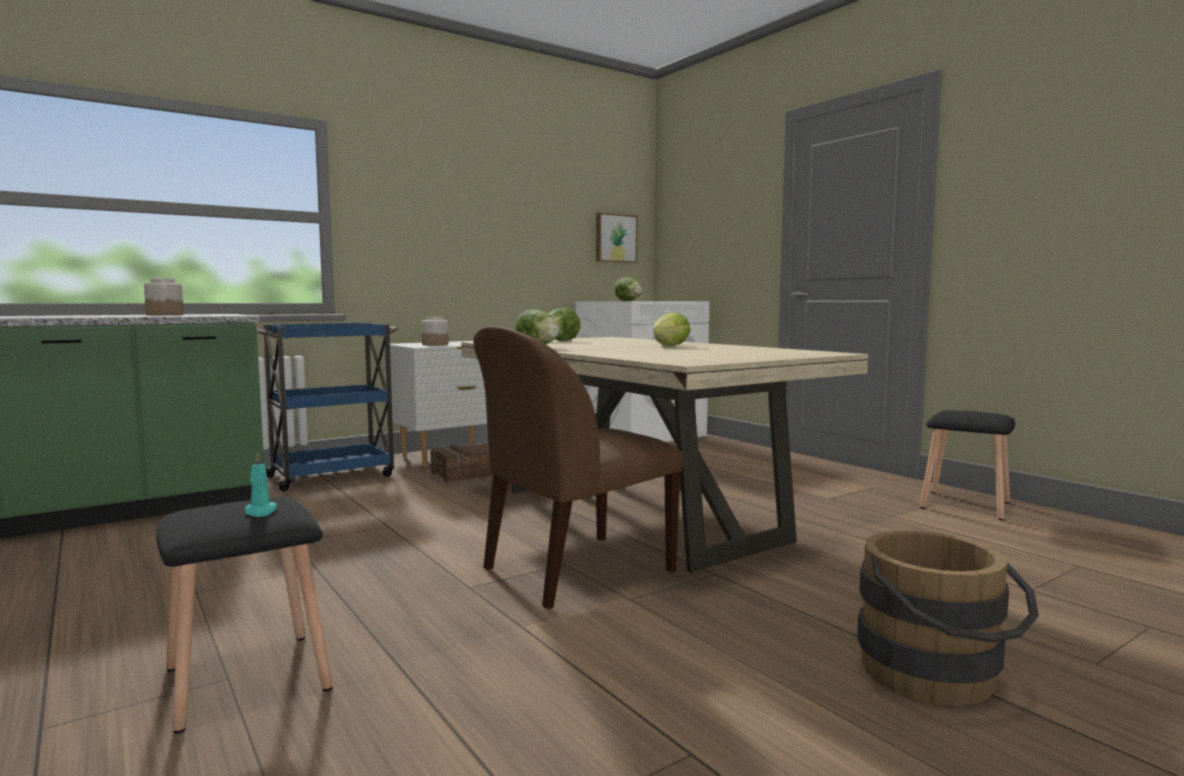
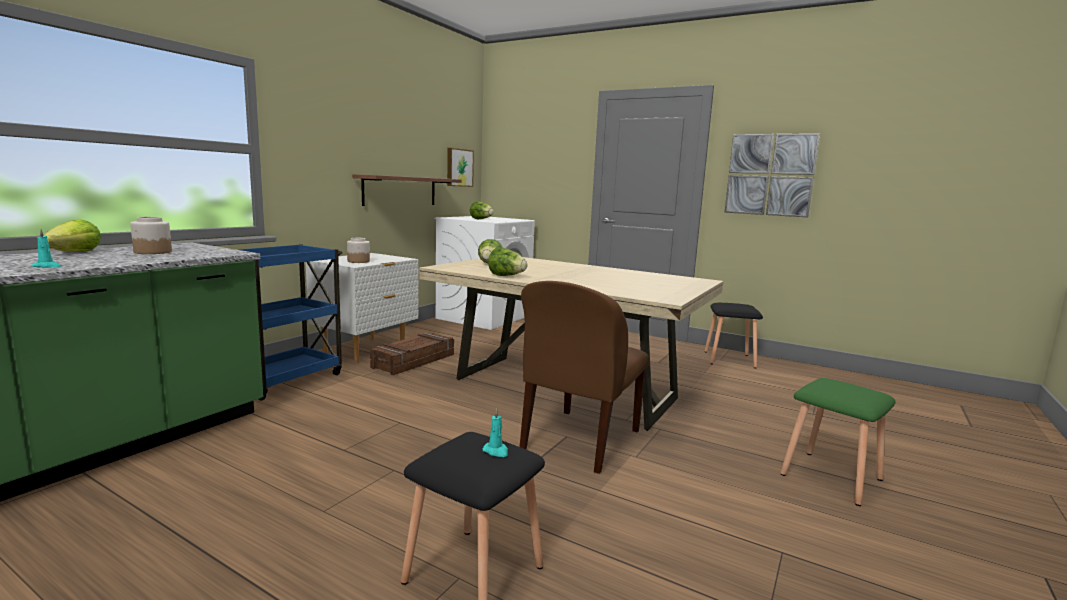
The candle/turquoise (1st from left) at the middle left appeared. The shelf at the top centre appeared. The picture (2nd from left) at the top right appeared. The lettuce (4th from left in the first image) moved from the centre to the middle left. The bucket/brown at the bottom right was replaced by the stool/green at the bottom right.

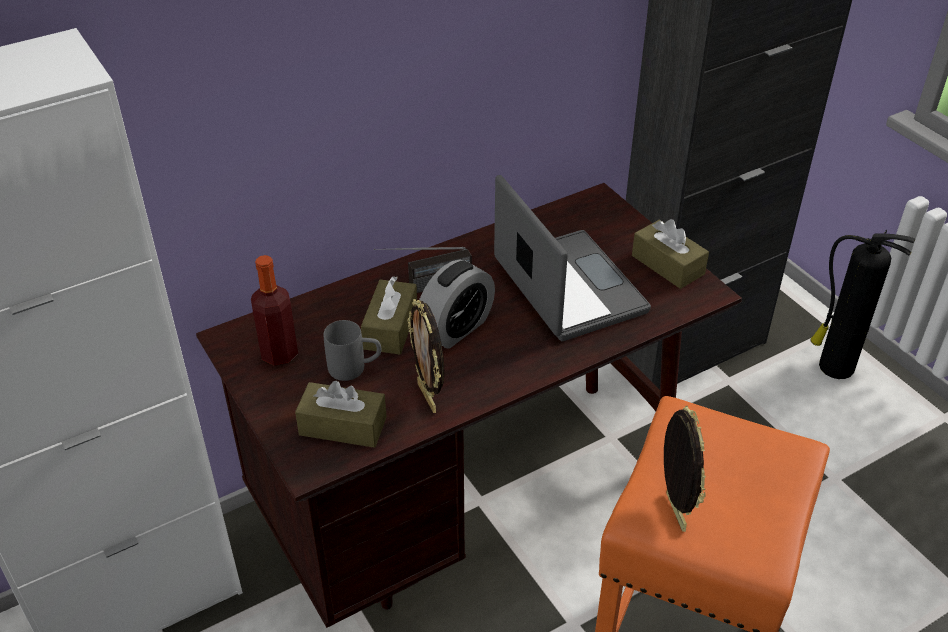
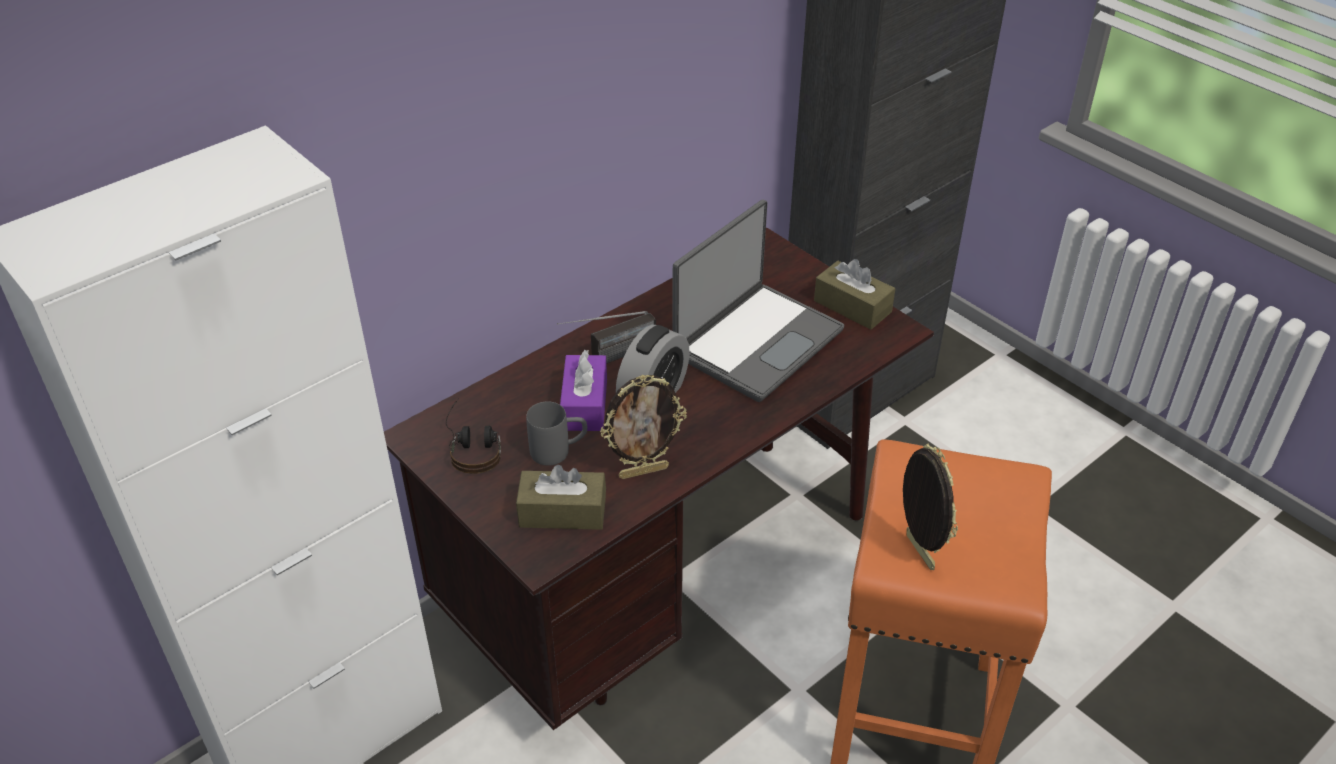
The fire extinguisher at the middle right disappeared. The bottle at the middle left was replaced by the headphones at the centre. The tissue box/brown (2nd from left) at the centre became the tissue box/purple at the centre. The picture frame (1st from left) at the centre turned 75 degrees counterclockwise. The laptop at the centre turned 75 degrees clockwise.

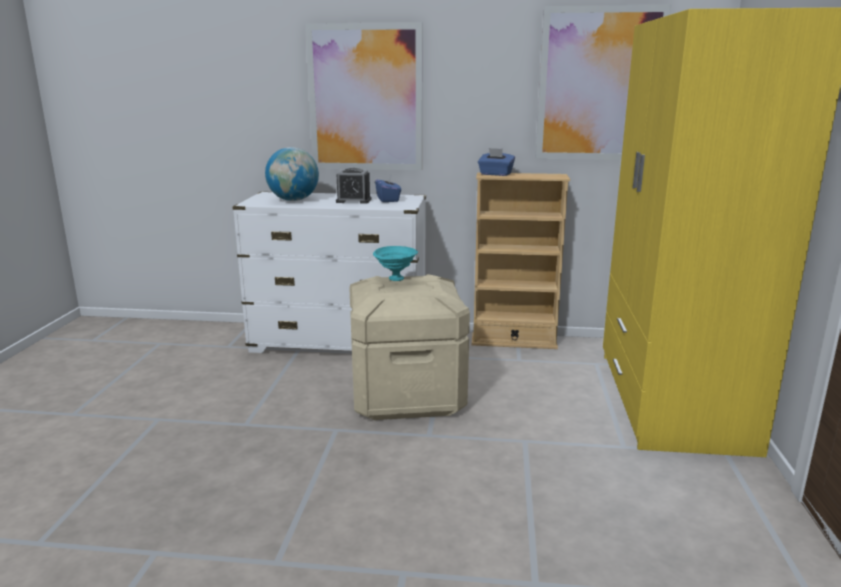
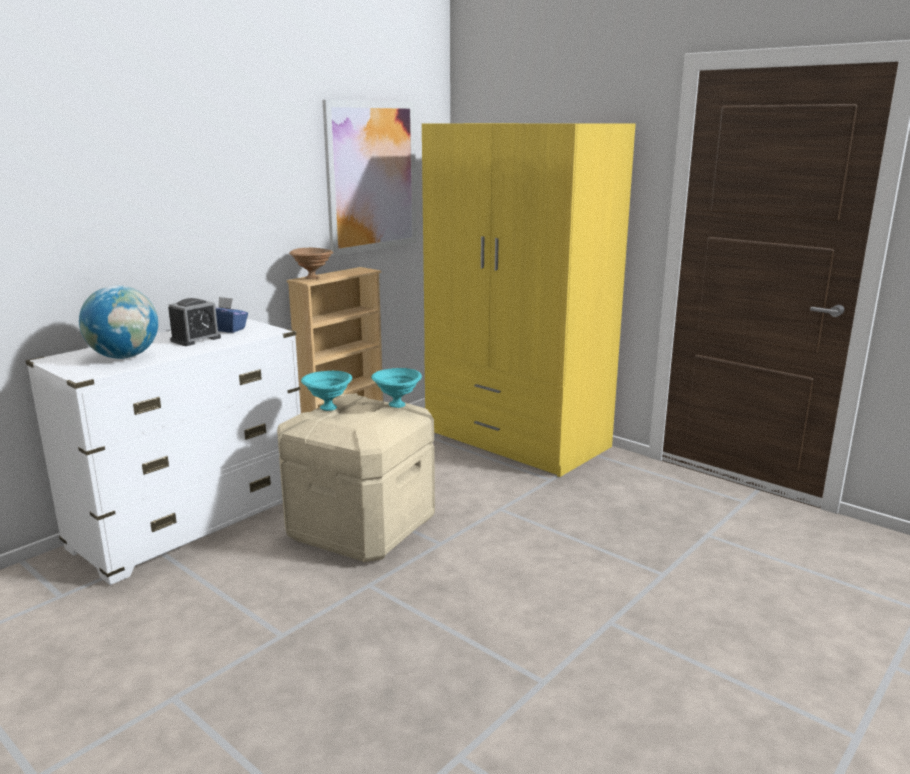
The picture (1st from left) at the top centre disappeared. The bowl/turquoise (2nd from left) at the centre appeared. The tissue box/blue (2nd from left) at the top centre was replaced by the bowl/brown at the centre.

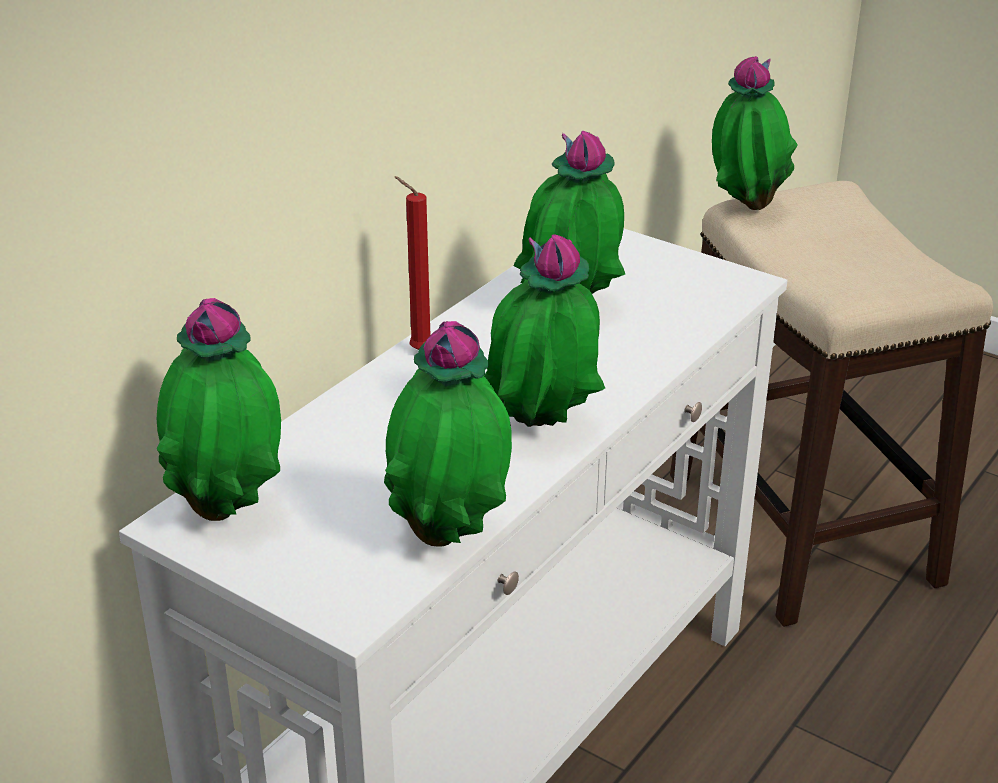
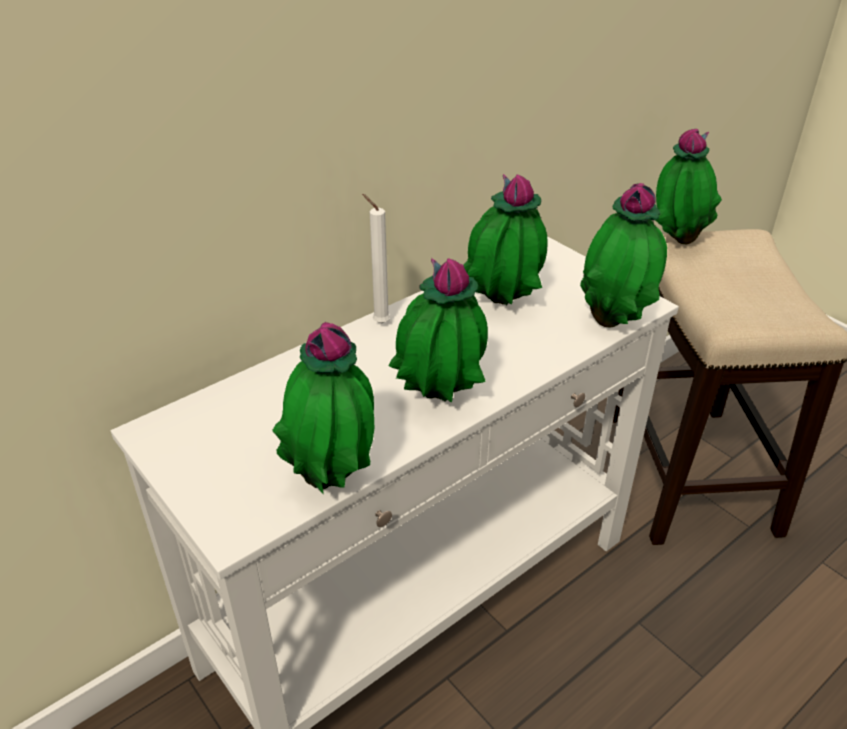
The potted plant (1st from left in the first image) moved from the middle left to the middle right. The candle/red at the centre became the candle/white at the centre.

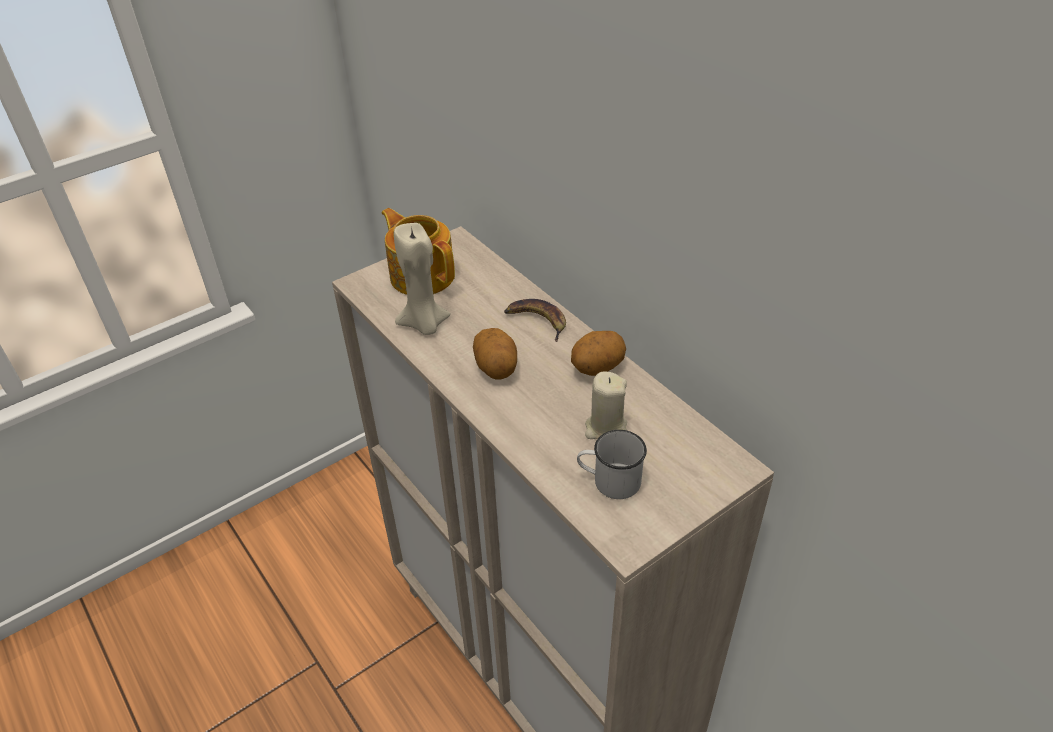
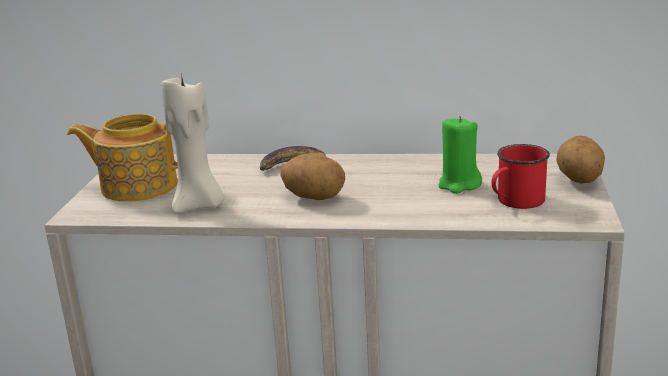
The potato (2nd from left) moved from the centre to the middle right. The mug/white at the centre became the mug/red at the middle right. The candle/beige (2nd from left) at the centre became the candle/green at the middle right.

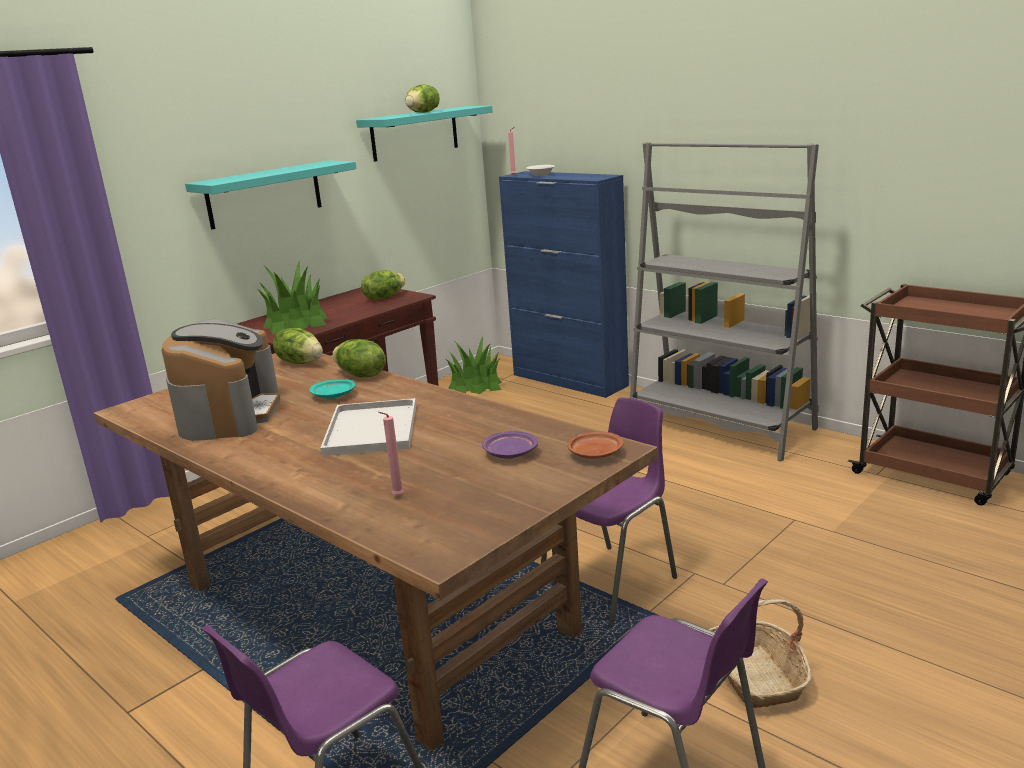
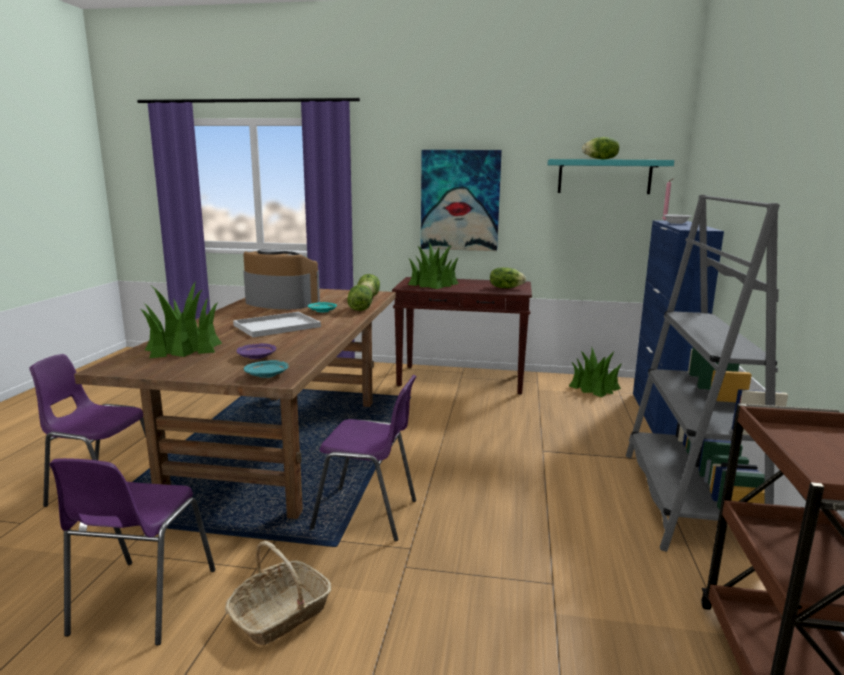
The shelf/turquoise (1st from left) at the top left was replaced by the picture at the top centre. The candle/pink (1st from left) at the centre was replaced by the potted plant (1st from left) at the middle left. The plate/brown at the centre became the plate/turquoise (1st from left) at the middle left. The coffee machine at the middle left turned 120 degrees counterclockwise.

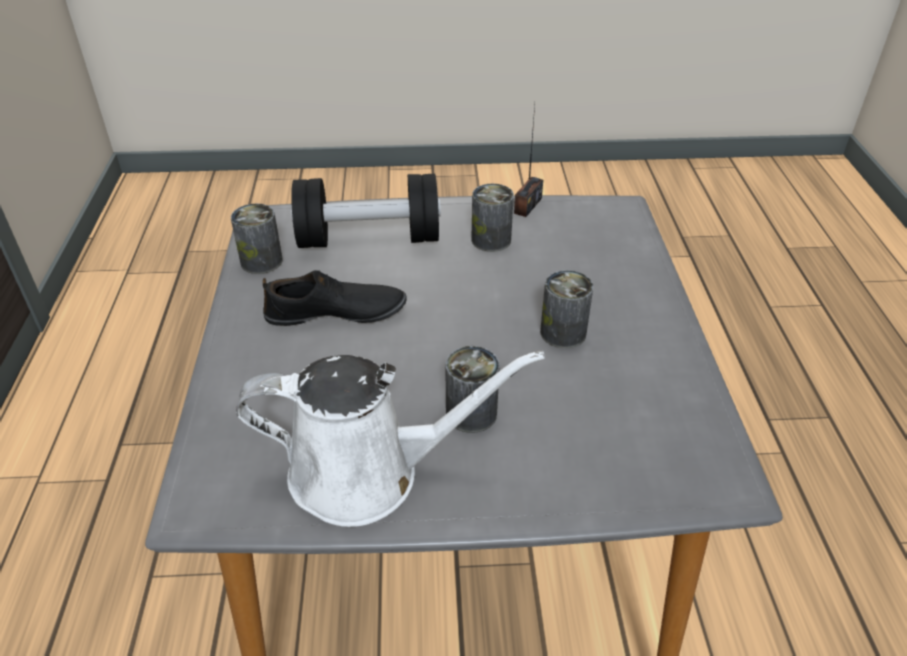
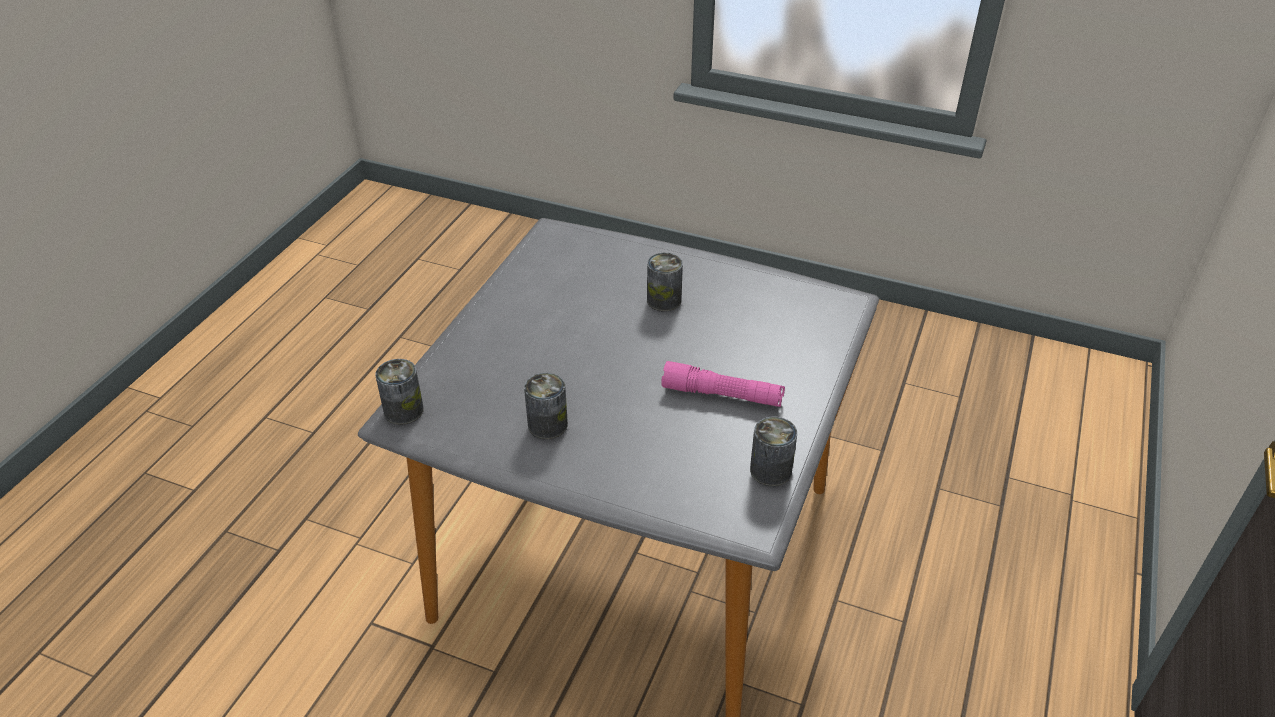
The watering can/white at the bottom centre disappeared. The dumbbell/black at the top centre disappeared. The radio at the top centre disappeared. The can (4th from left in the first image) moved from the centre to the middle left. The shoe/black at the centre was replaced by the flashlight/pink at the centre.

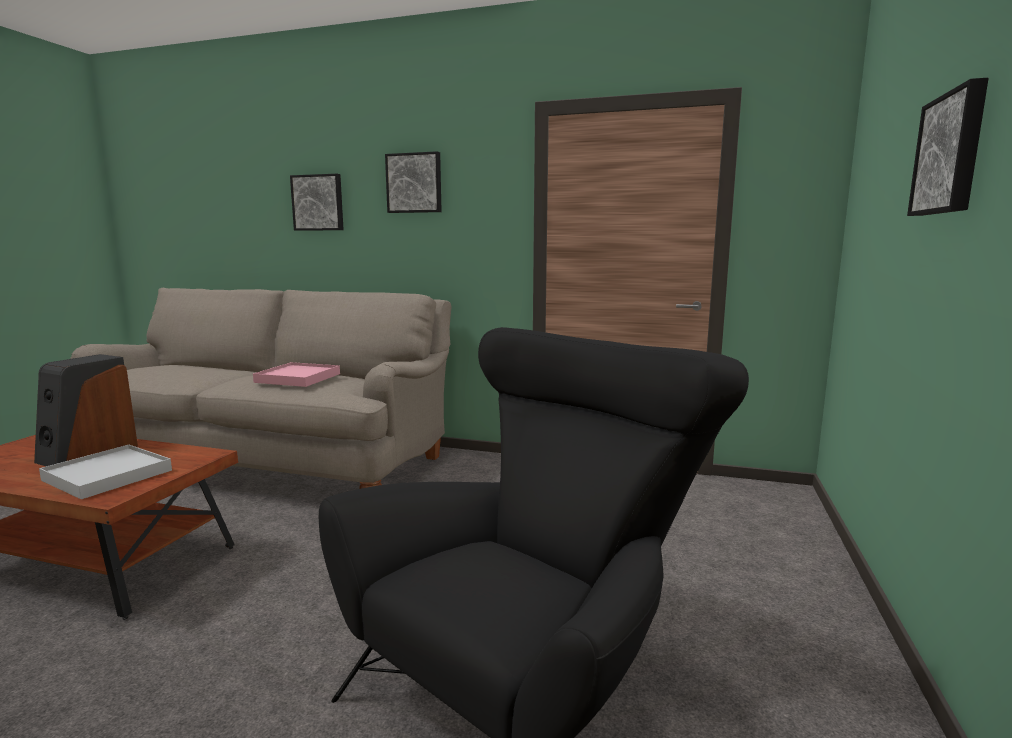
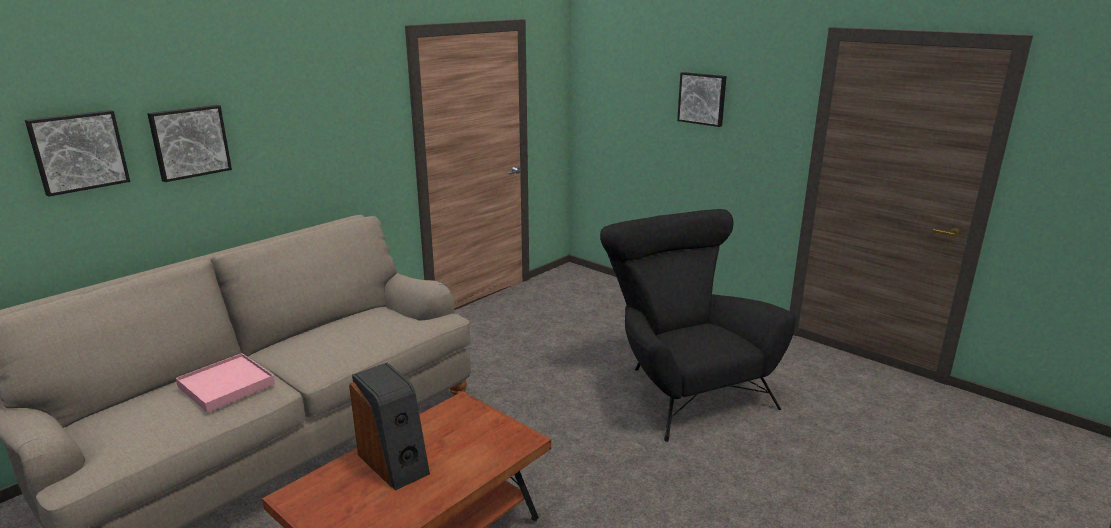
The tray/white at the middle left disappeared. The tray/pink moved from the middle left to the bottom left. The picture (2nd from left in the first image) moved from the top centre to the top left.

